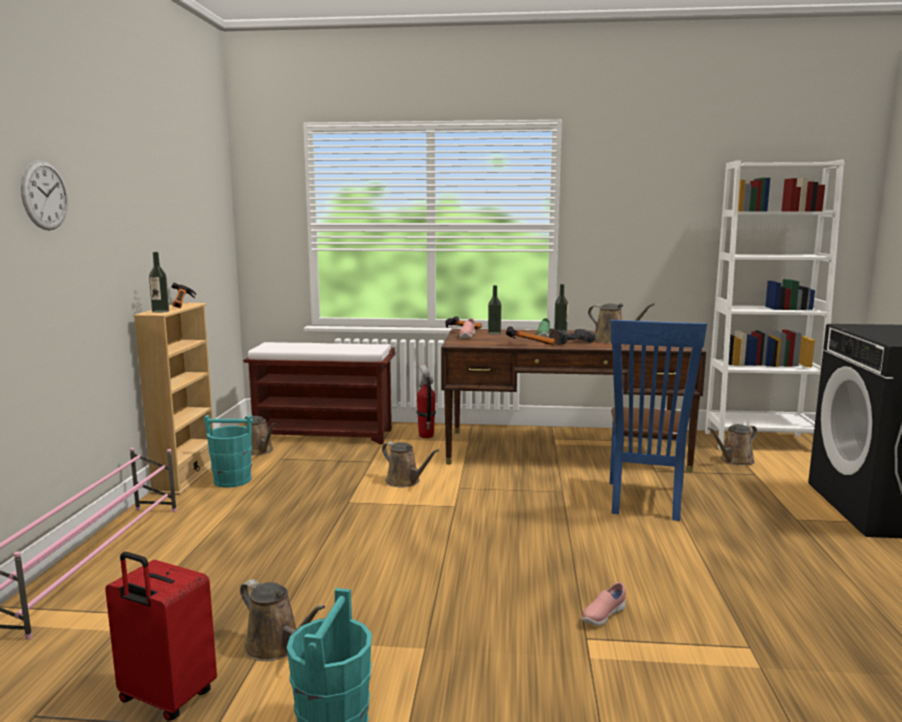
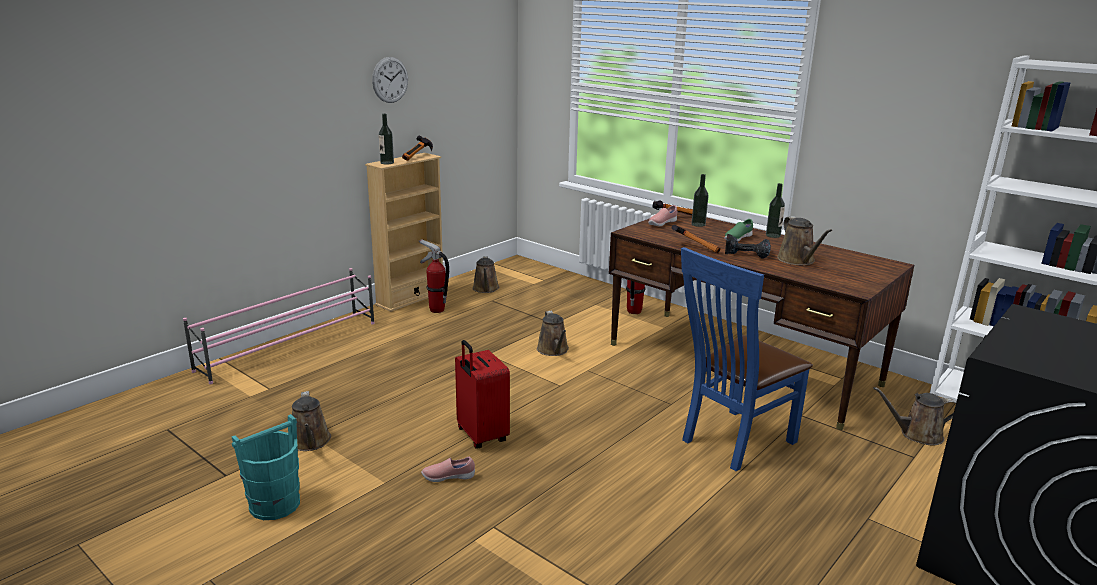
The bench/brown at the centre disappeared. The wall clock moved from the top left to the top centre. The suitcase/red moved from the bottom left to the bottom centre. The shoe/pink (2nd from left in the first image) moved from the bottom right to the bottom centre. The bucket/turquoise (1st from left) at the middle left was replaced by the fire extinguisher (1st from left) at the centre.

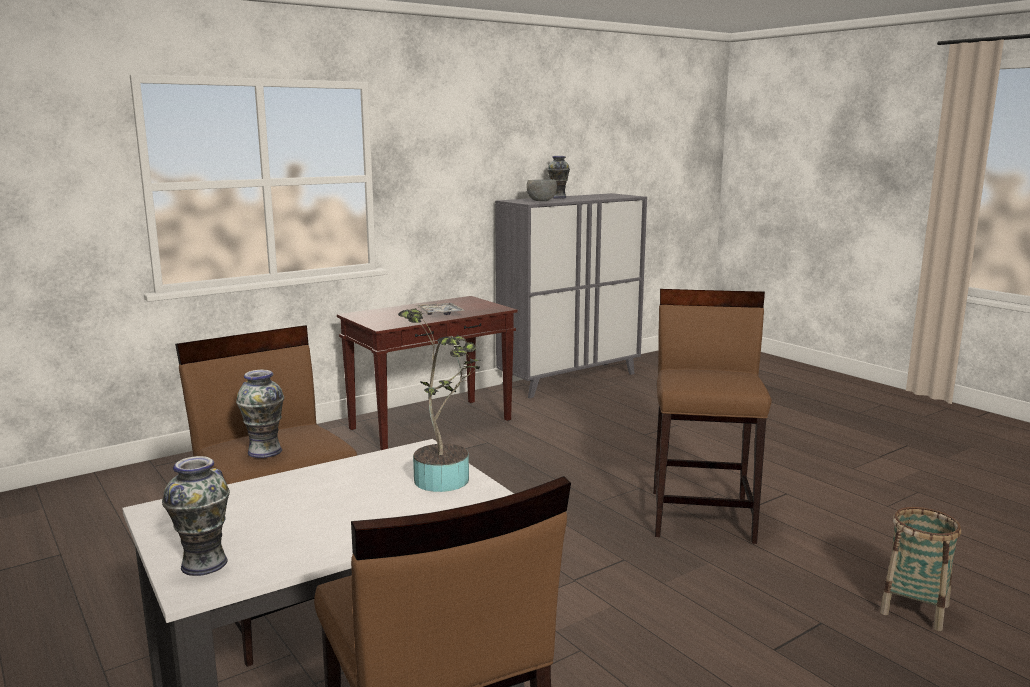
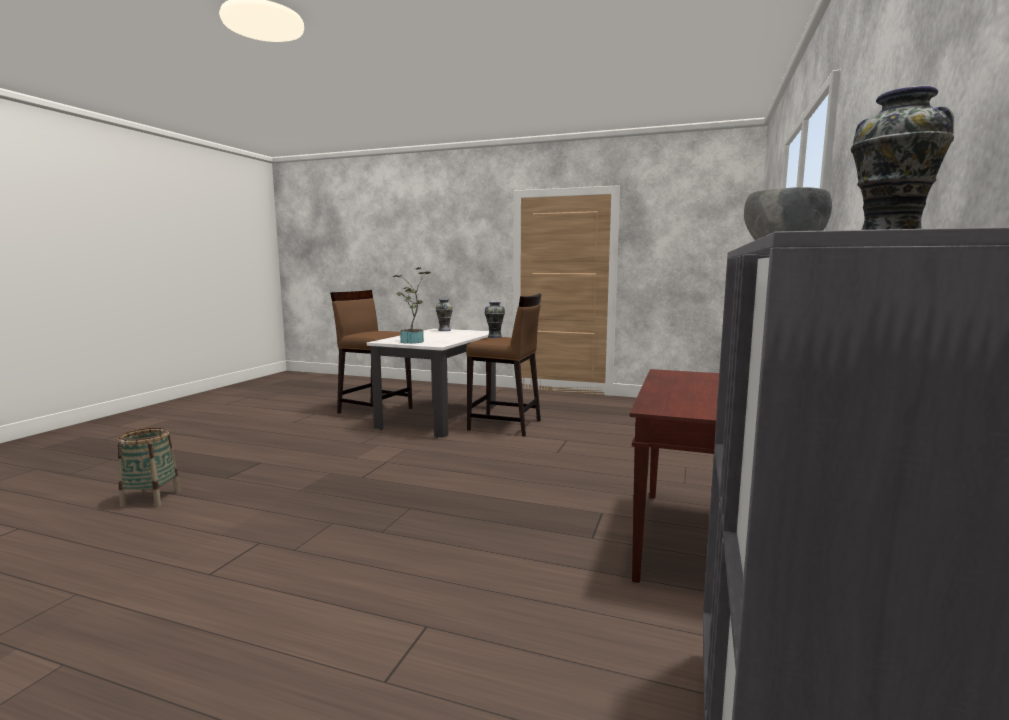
The tray at the centre disappeared. The stool/brown (3rd from left) at the middle right disappeared.

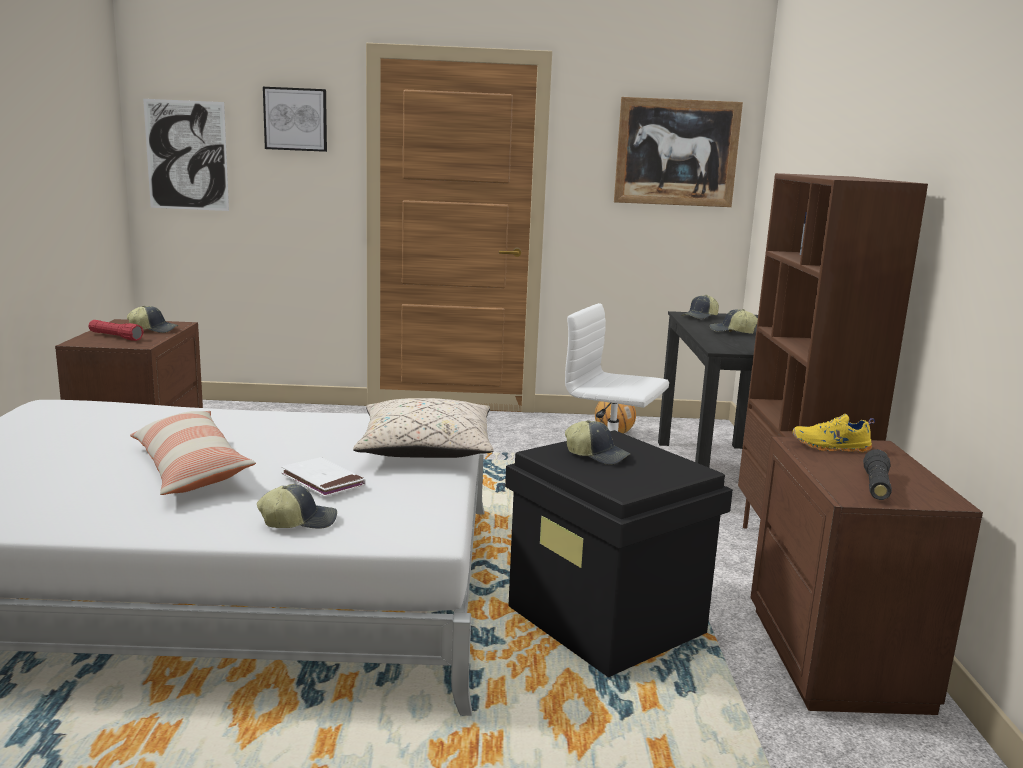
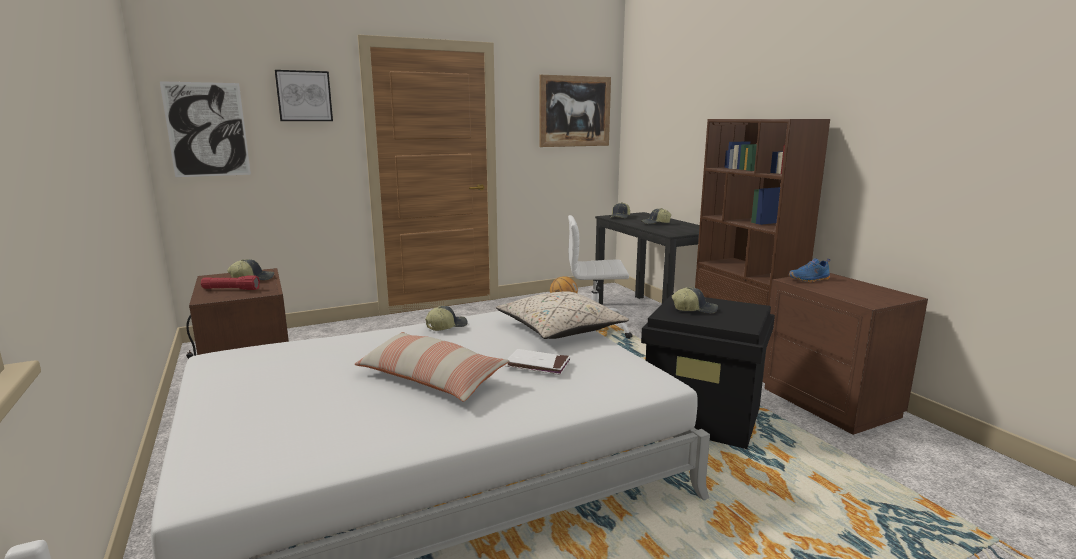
The flashlight/black at the middle right disappeared. The cap (2nd from left) moved from the middle left to the centre. The shoe/yellow at the middle right became the shoe/blue at the middle right.

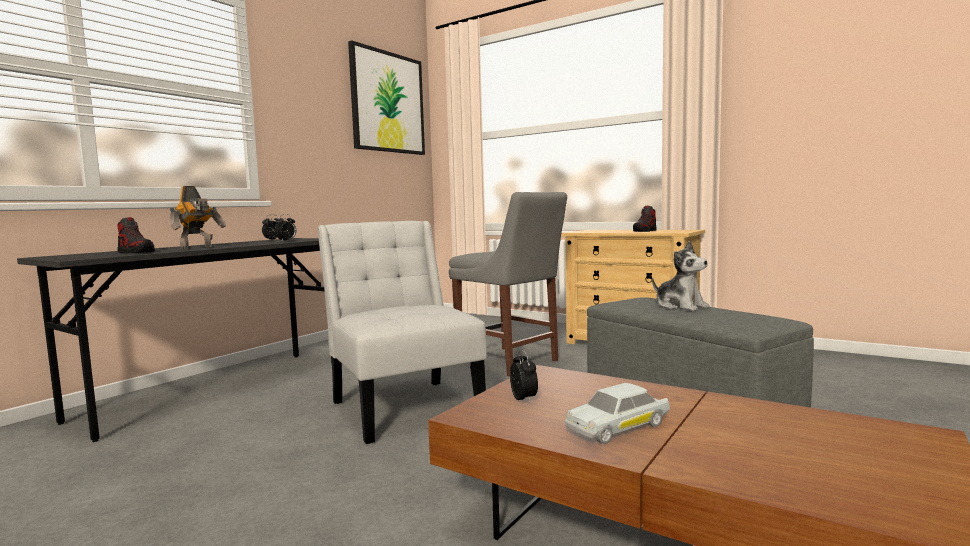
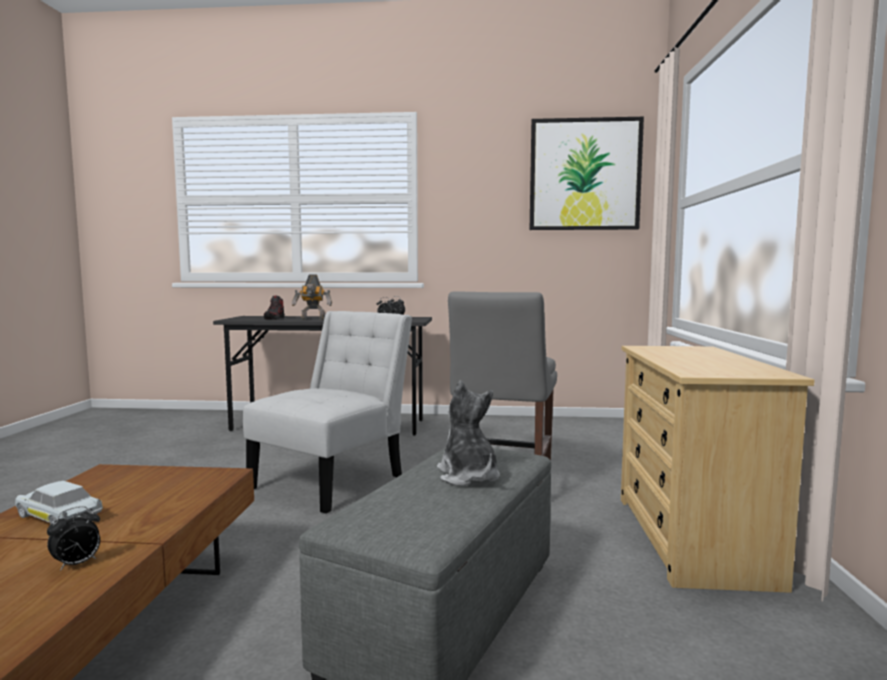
The shoe (2nd from left) at the centre disappeared. The alarm clock (3rd from left in the first image) moved from the bottom centre to the bottom left. The plush toy at the middle right turned 135 degrees clockwise.

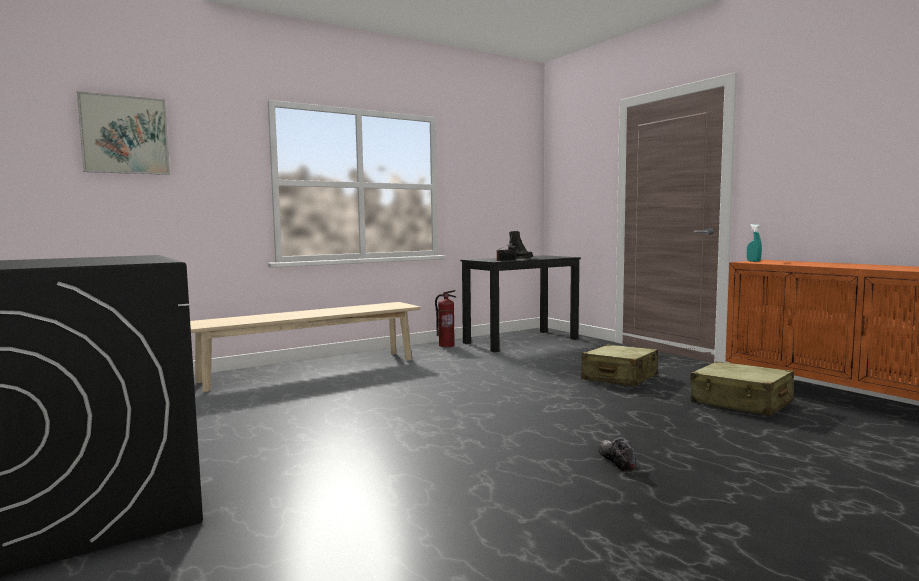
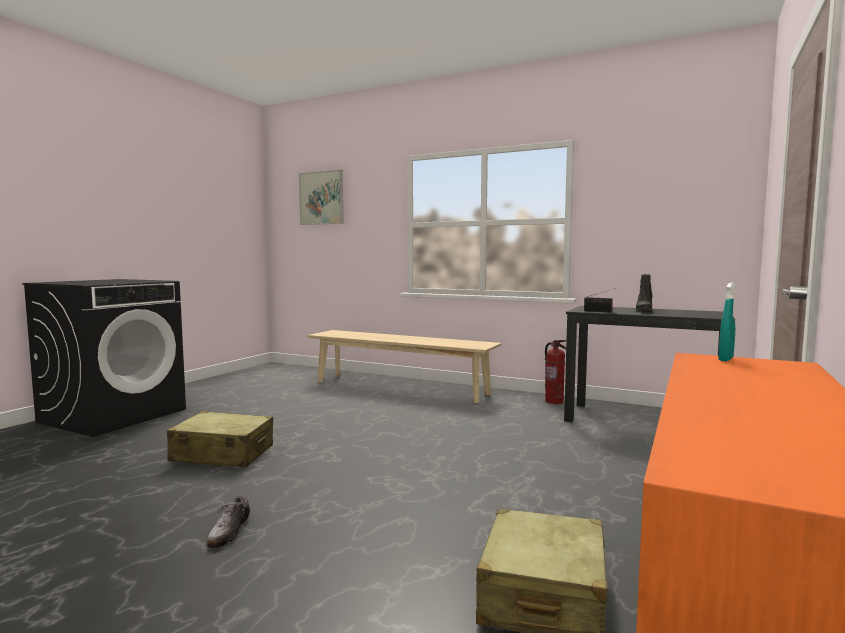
The suitcase/beige (1st from left) moved from the middle right to the bottom left. The shoe at the bottom right turned 135 degrees clockwise.

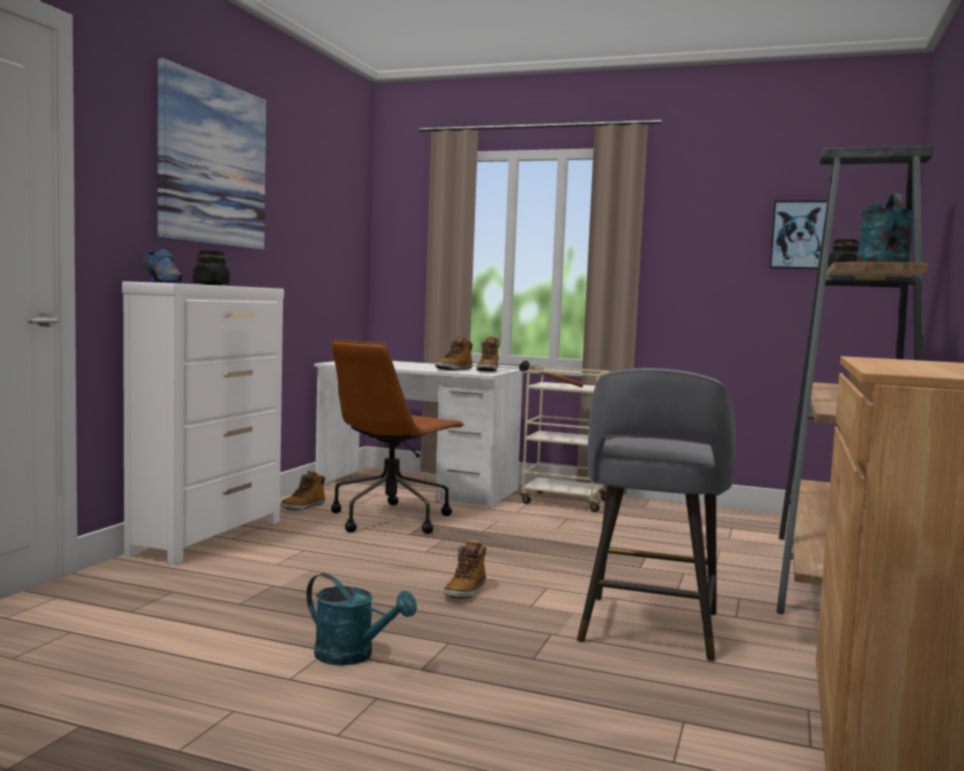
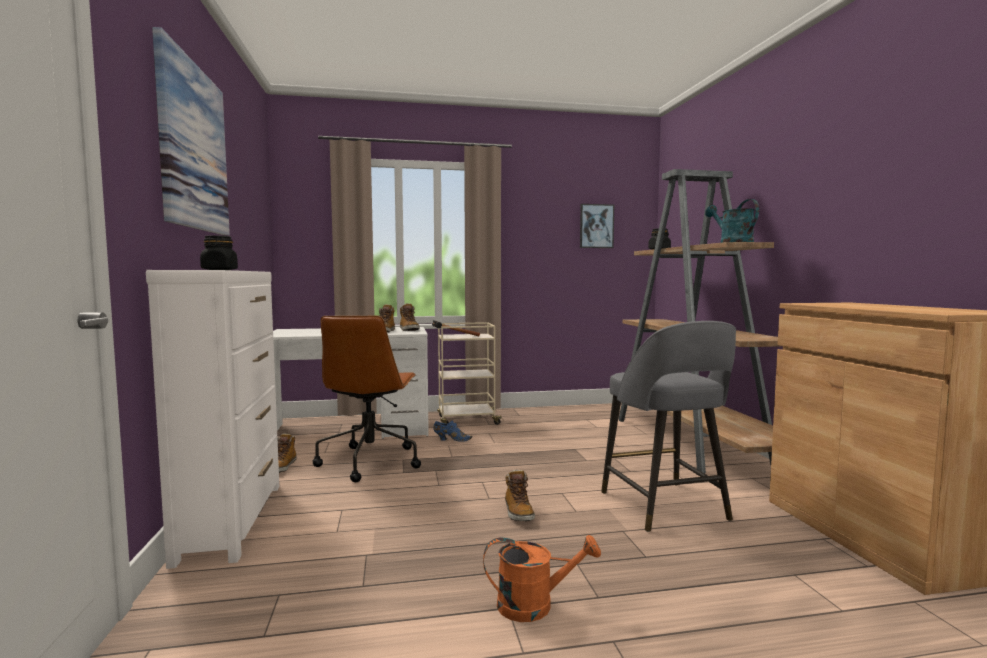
The shoe/blue moved from the middle left to the centre. The watering can/turquoise (1st from left) at the bottom centre became the watering can/orange at the bottom centre.

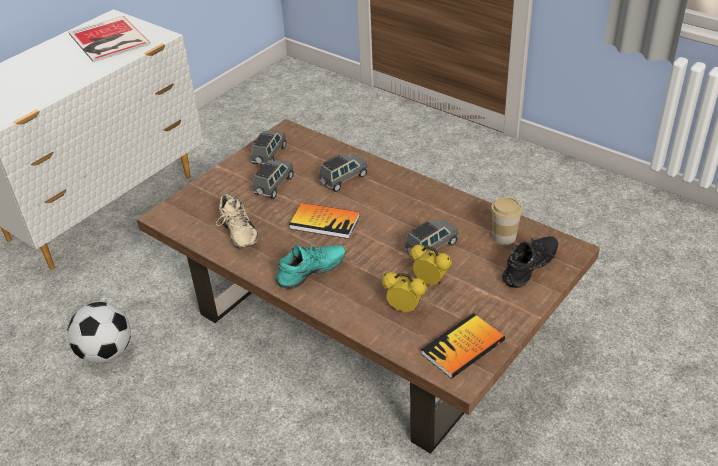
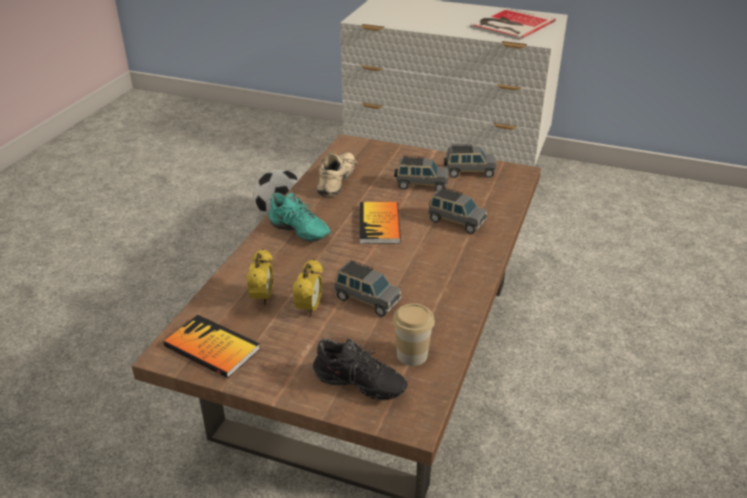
The shoe/beige at the middle left turned 150 degrees clockwise.

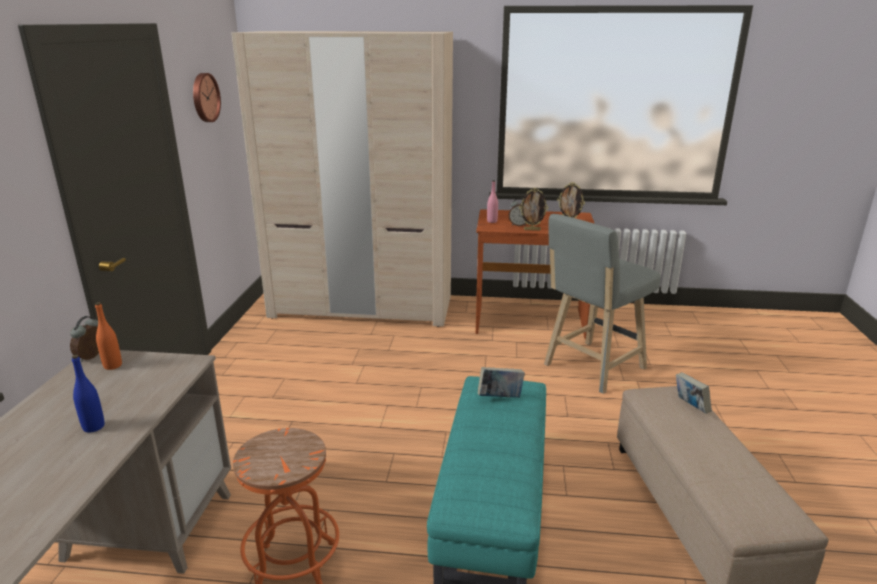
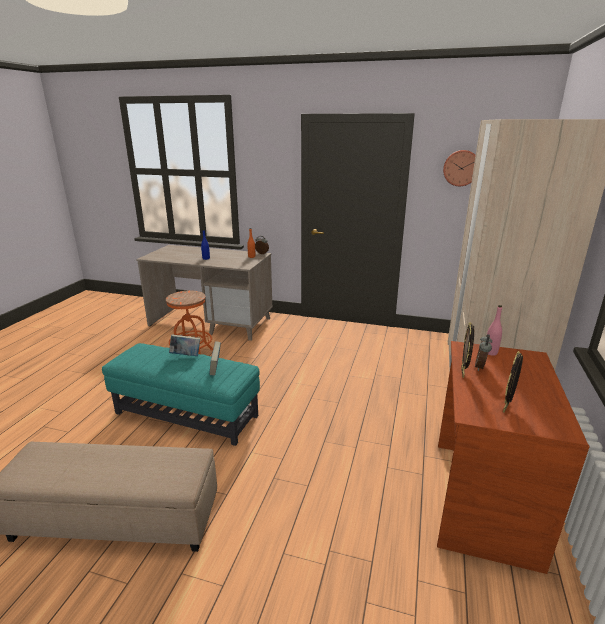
The stool/grey at the middle right disappeared. The book (2nd from left in the first image) moved from the bottom right to the middle left.

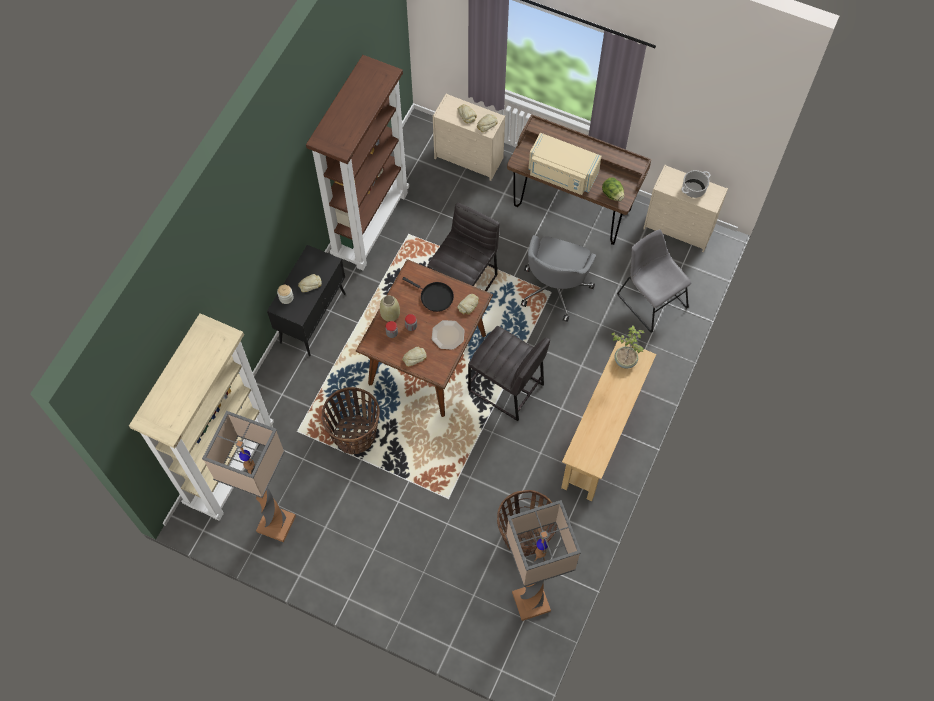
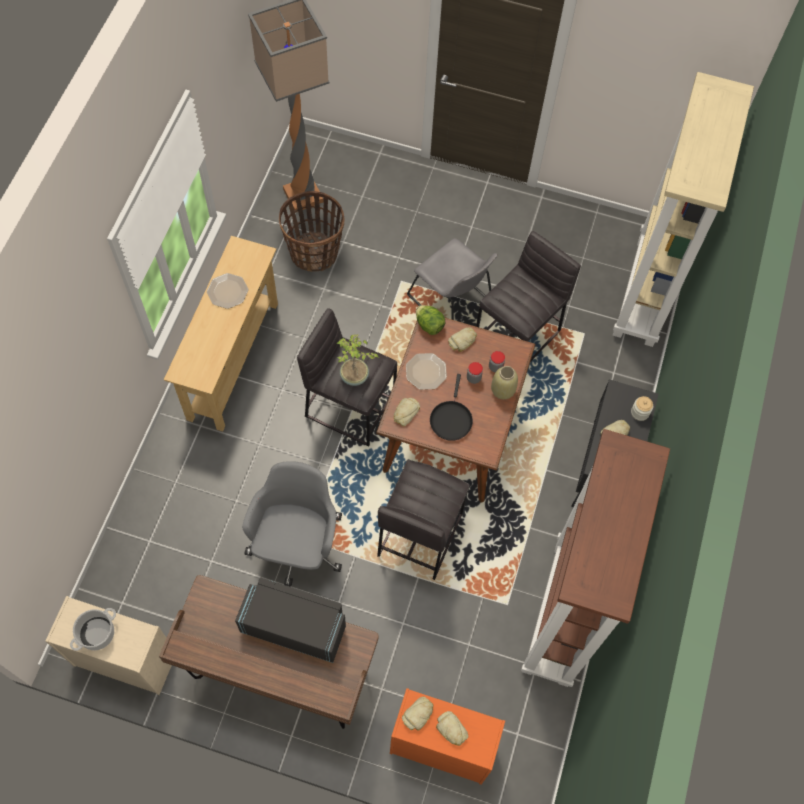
The floor lamp (1st from left) at the bottom left disappeared. The plate (1st from left) at the middle left appeared. The lettuce moved from the top centre to the centre. The potted plant moved from the middle right to the centre. The chair/grey moved from the middle right to the centre. The basket (1st from left) at the centre was replaced by the stool/grey (3rd from left) at the centre. The dresser/beige (1st from left) at the top centre became the dresser/orange at the bottom centre. The microwave/beige at the top centre became the microwave/black at the bottom centre. The frying pan/black at the centre turned 105 degrees counterclockwise.

